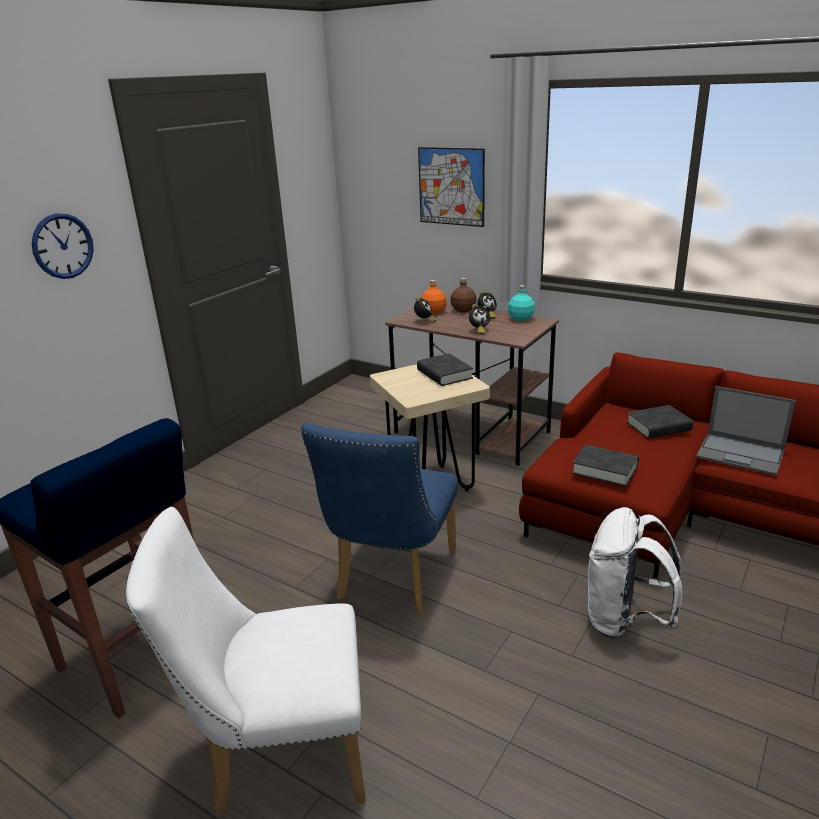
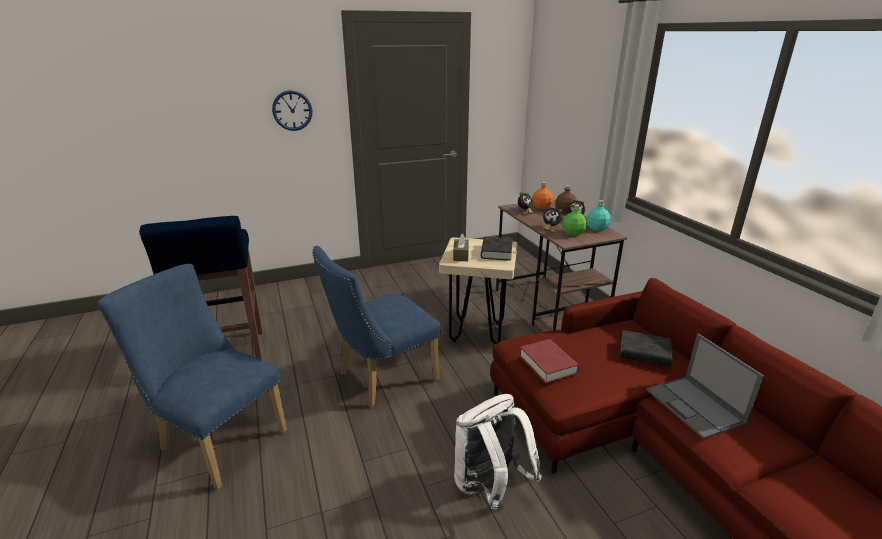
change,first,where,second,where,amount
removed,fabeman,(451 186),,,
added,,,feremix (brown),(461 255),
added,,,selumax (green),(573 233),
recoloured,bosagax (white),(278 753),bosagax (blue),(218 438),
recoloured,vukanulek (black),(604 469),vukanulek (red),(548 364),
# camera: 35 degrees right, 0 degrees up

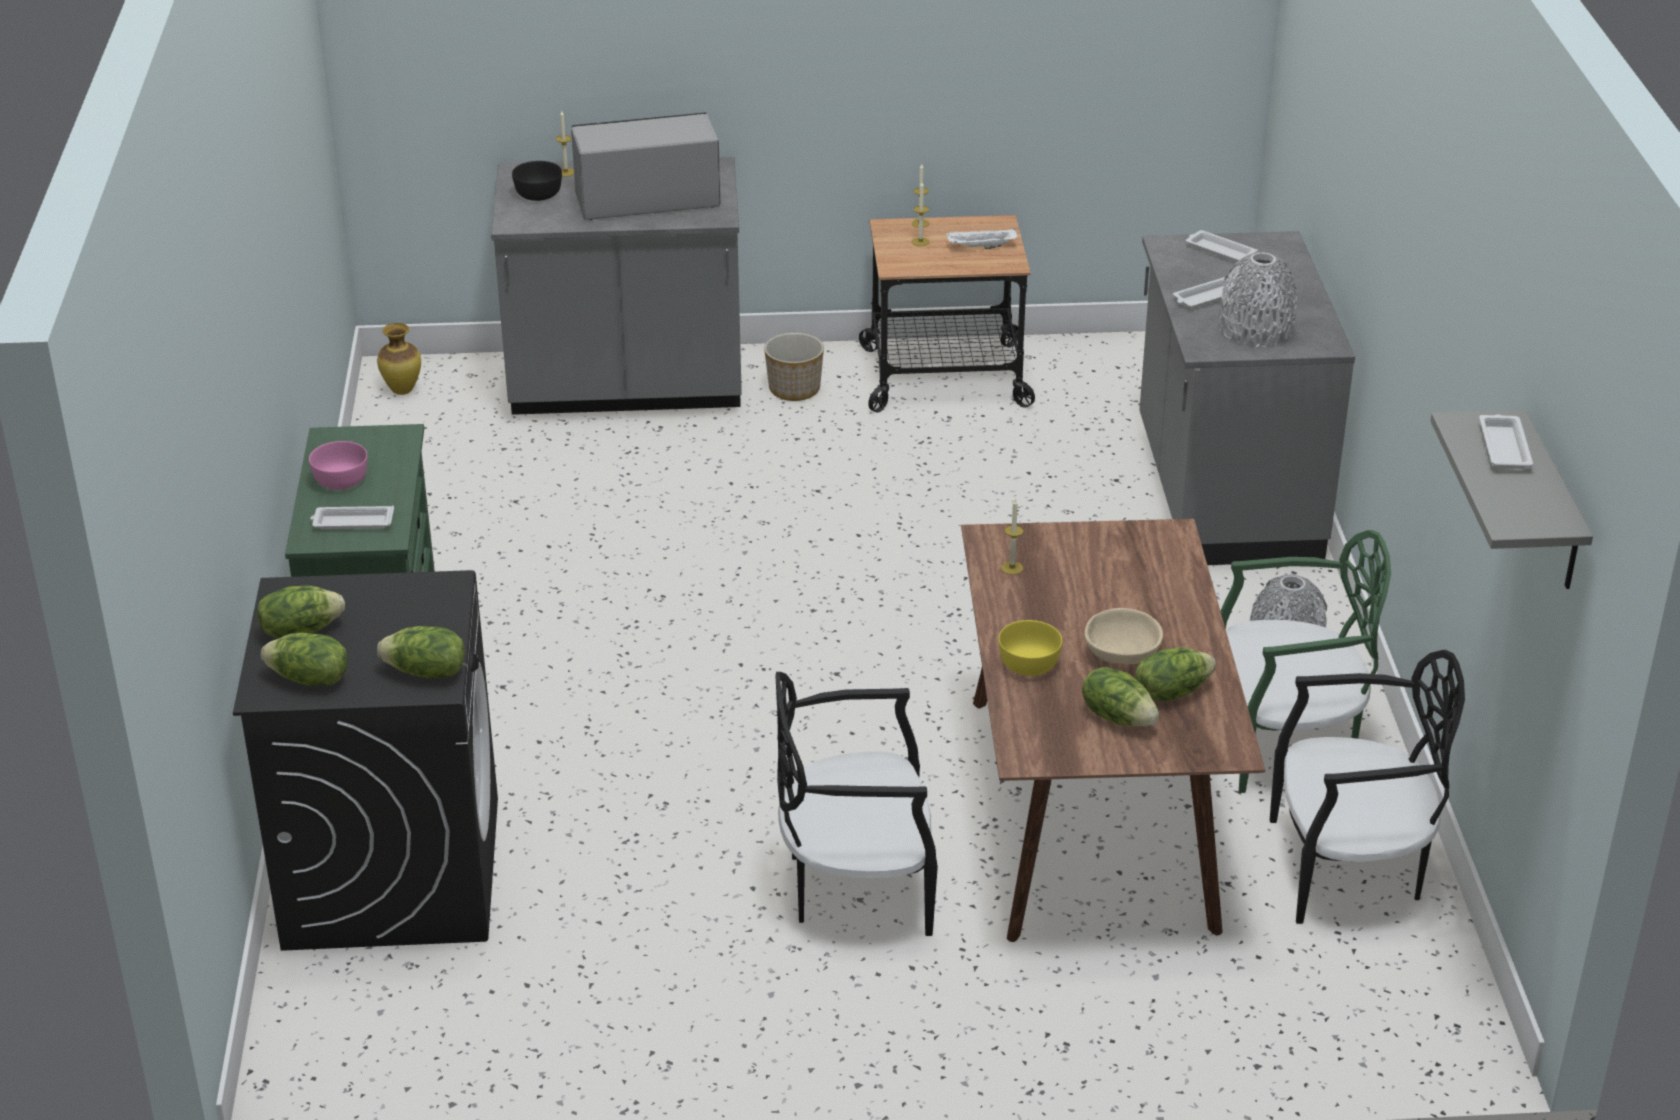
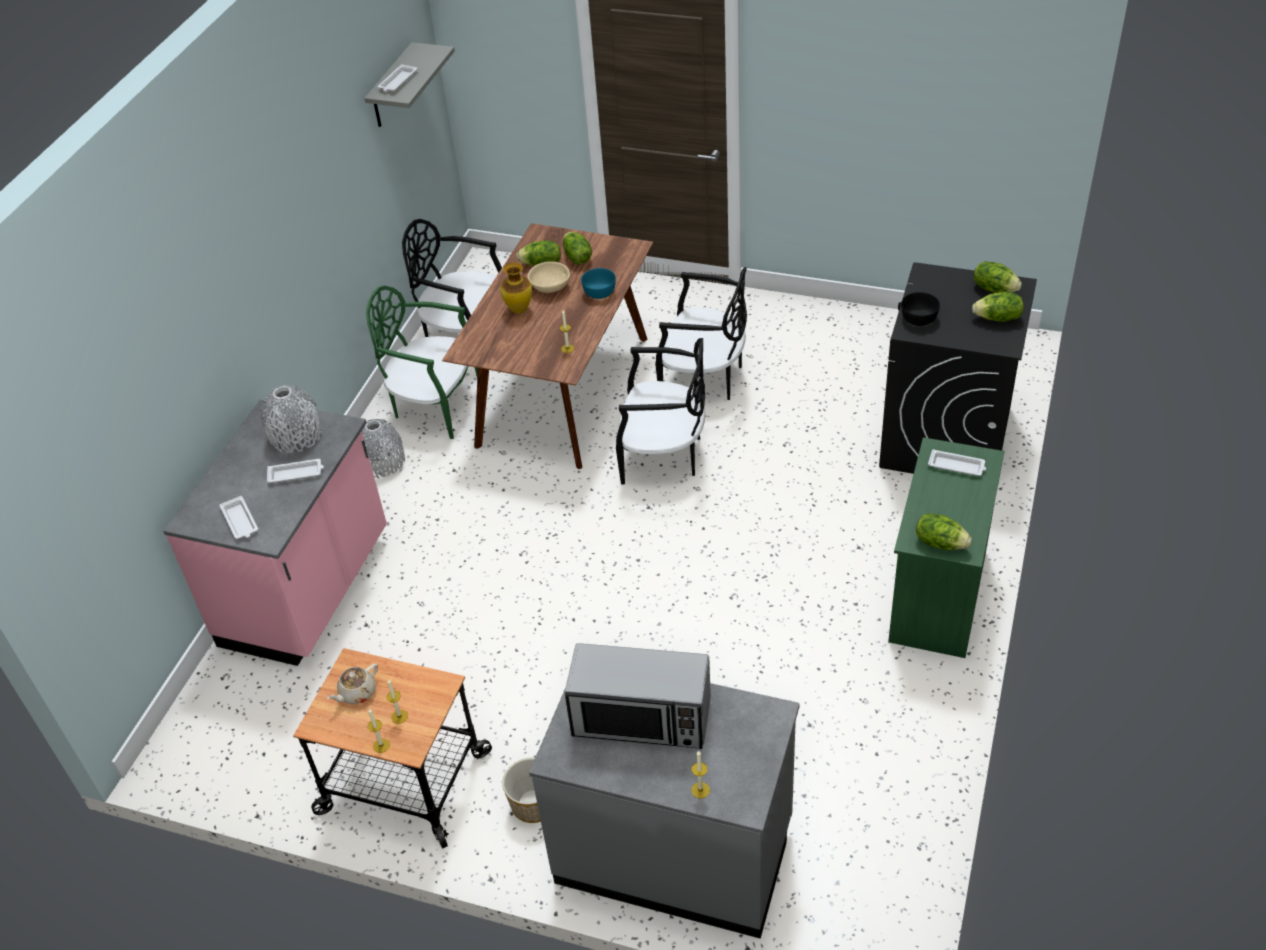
change,first,where,second,where,amount
removed,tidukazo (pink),(340 480),,,
added,,,bosagax (black),(663 455),
moved,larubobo,(403 391),,(518 309),
moved,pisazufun,(426 673),,(940 542),
moved,tidukazo (black),(537 194),,(919 318),
replaced,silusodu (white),(981 247),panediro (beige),(357 693),
recoloured,tidukazo (yellow),(1028 664),tidukazo (turquoise),(600 292),
recoloured,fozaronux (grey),(1224 495),fozaronux (pink),(308 591),
# camera: 155 degrees left, 10 degrees up

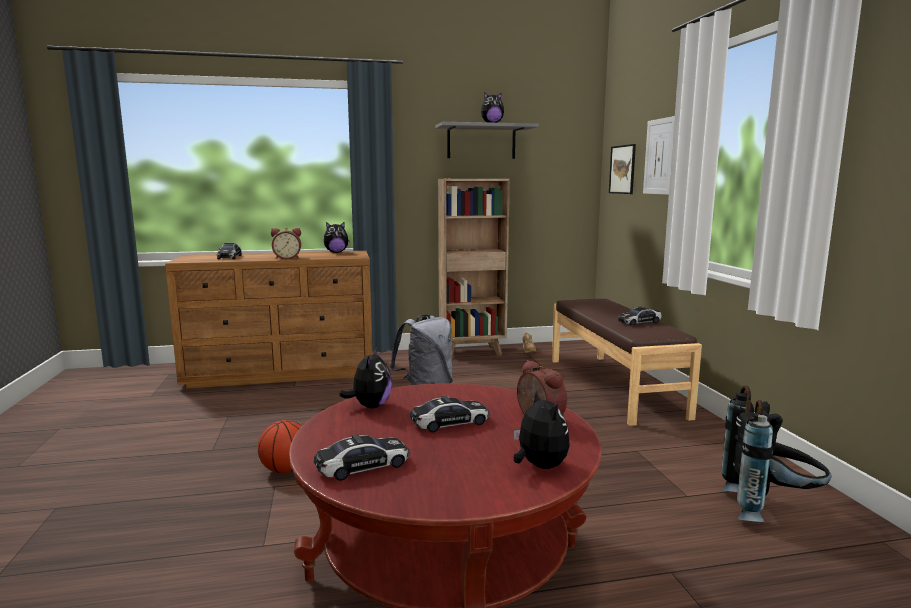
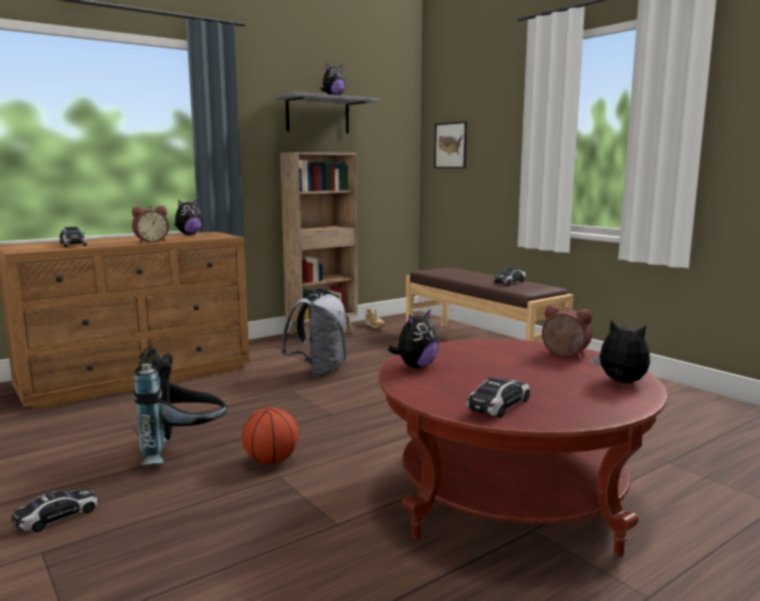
change,first,where,second,where,amount
removed,fabeman,(659 156),,,
moved,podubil,(449 423),,(57 517),
moved,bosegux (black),(769 509),,(183 451),
turned,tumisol,(370 406),,(416 366),60 degrees clockwise
# camera: 25 degrees left, 0 degrees up

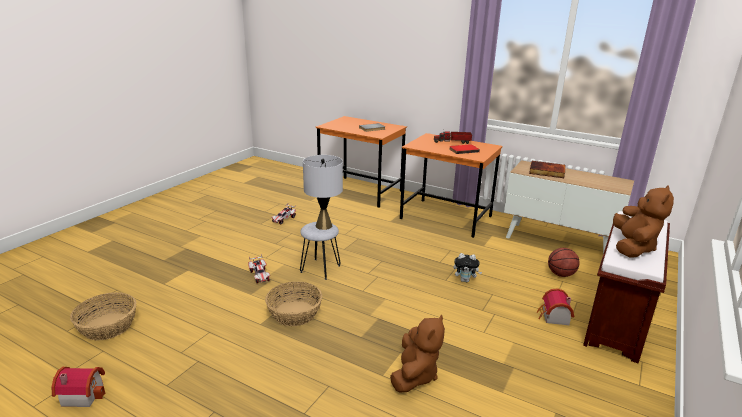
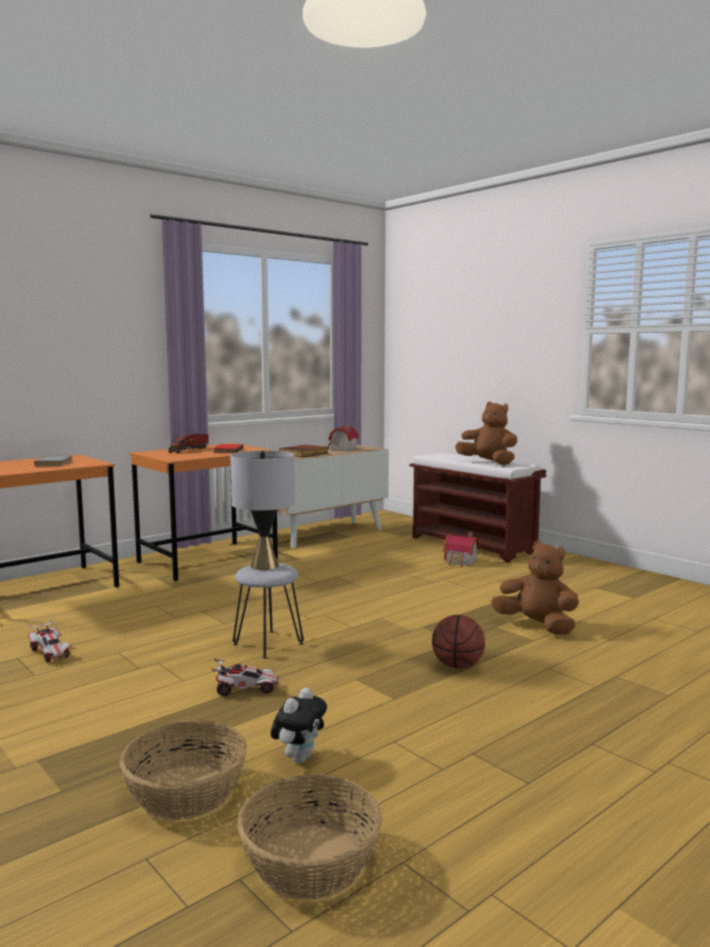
change,first,where,second,where,amount
moved,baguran,(83 394),,(341 449),
moved,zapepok,(294 313),,(185 792),
moved,tumisol,(465 280),,(299 758),
moved,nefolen,(560 274),,(457 666),
# camera: 70 degrees left, 15 degrees down

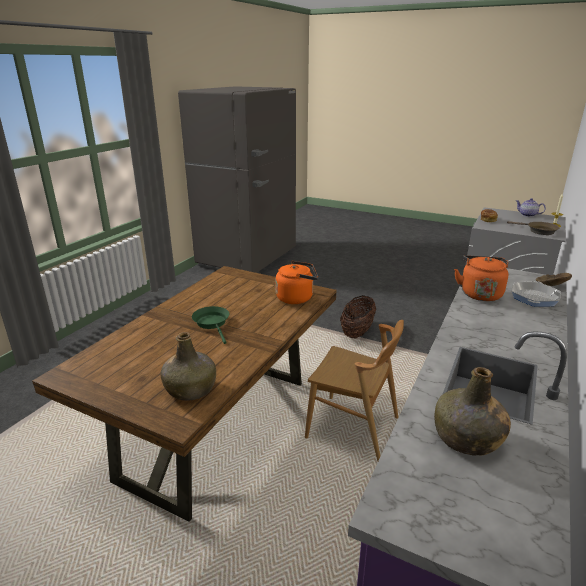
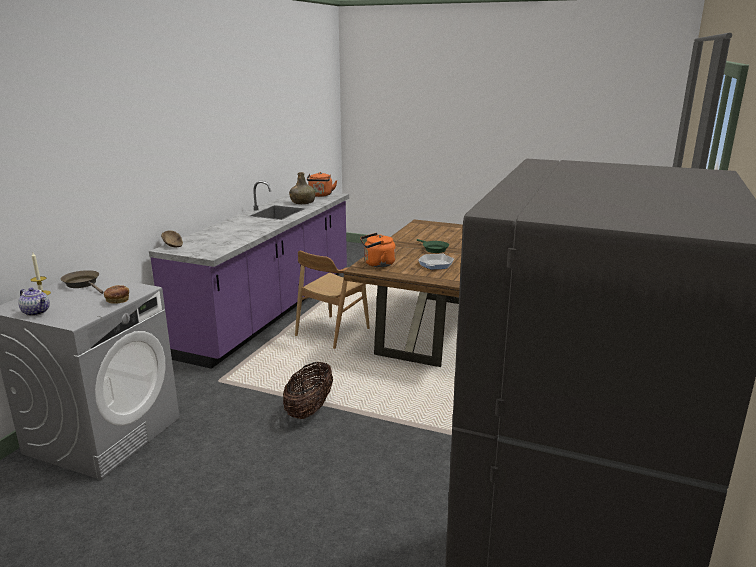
change,first,where,second,where,amount
removed,selumax (green),(191 389),,,
moved,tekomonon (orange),(480 293),,(320 195),
moved,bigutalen,(534 298),,(436 264),
turned,bosagax (brown),(353 427),,(332 332),75 degrees counterclockwise
# camera: 175 degrees right, 5 degrees down

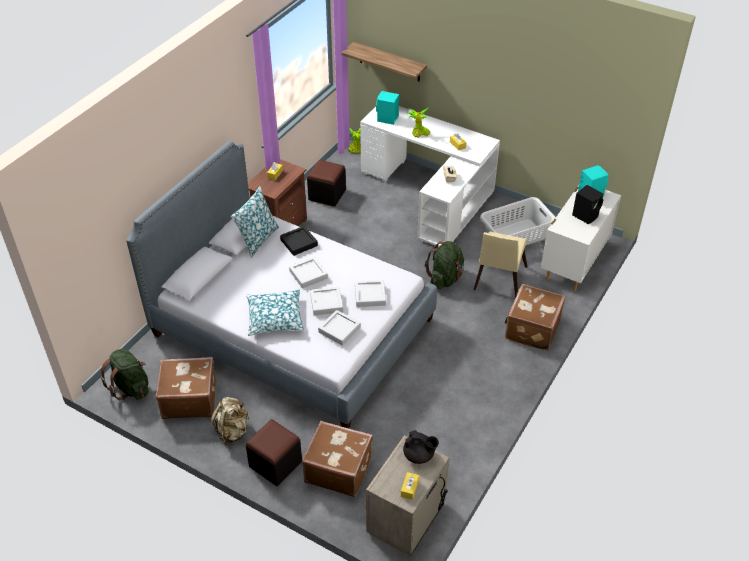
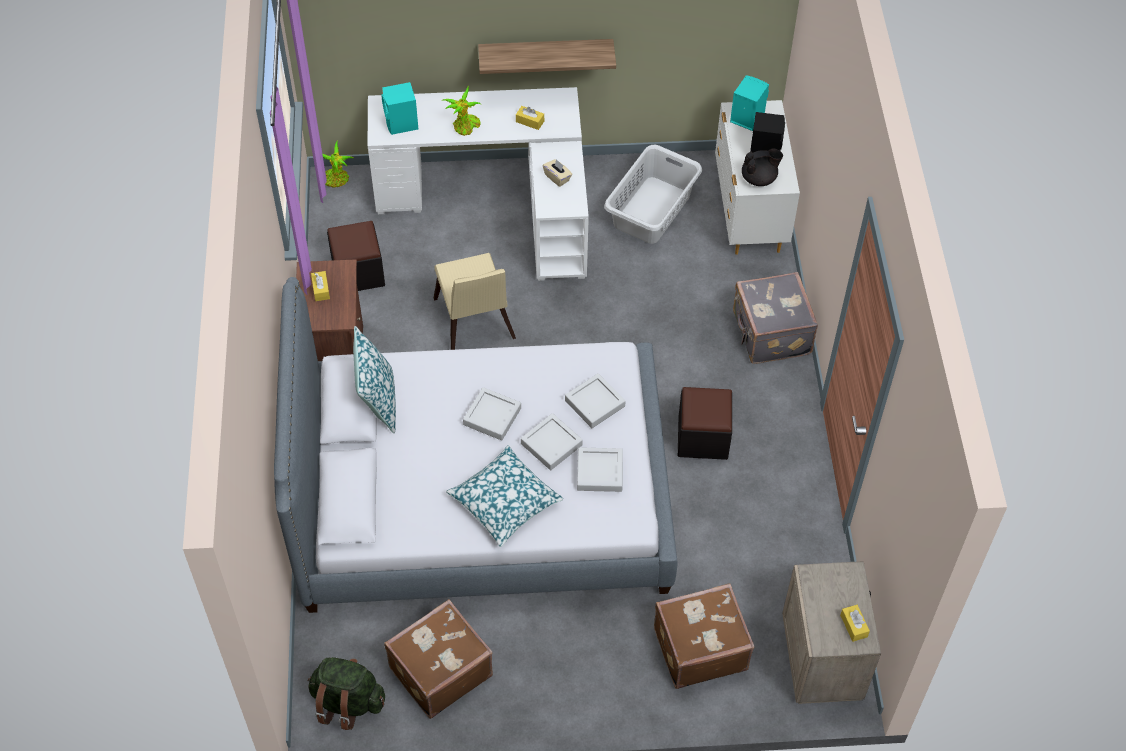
change,first,where,second,where,amount
removed,bosegux (beige),(232 431),,,
removed,silusodu (black),(299 243),,,
removed,bosegux (green),(445 279),,,
moved,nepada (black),(275 464),,(702 437),
moved,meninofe,(389 62),,(545 53),
moved,panediro (black),(419 455),,(759 178),
moved,bosagax (beige),(498 280),,(474 324),
recoloured,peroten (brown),(531 329),peroten (grey),(770 334),
# camera: 35 degrees left, 10 degrees up

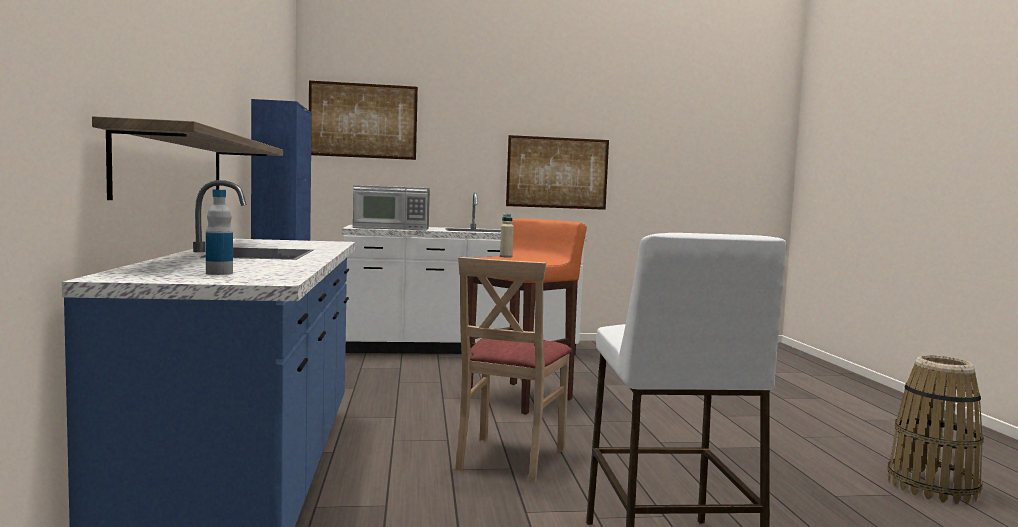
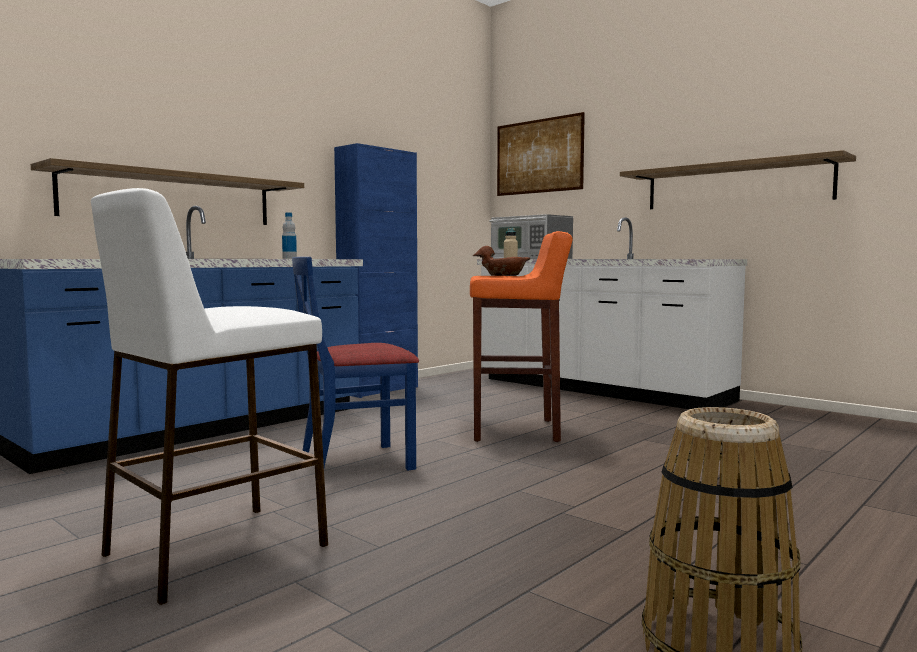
change,first,where,second,where,amount
added,,,tidukazo (brown),(504 275),
moved,selumax,(219 273),,(289 258),
replaced,fabeman,(557 172),meninofe,(735 185),
recoloured,bosagax (beige),(509 458),bosagax (blue),(356 461),
# camera: 50 degrees right, 0 degrees up

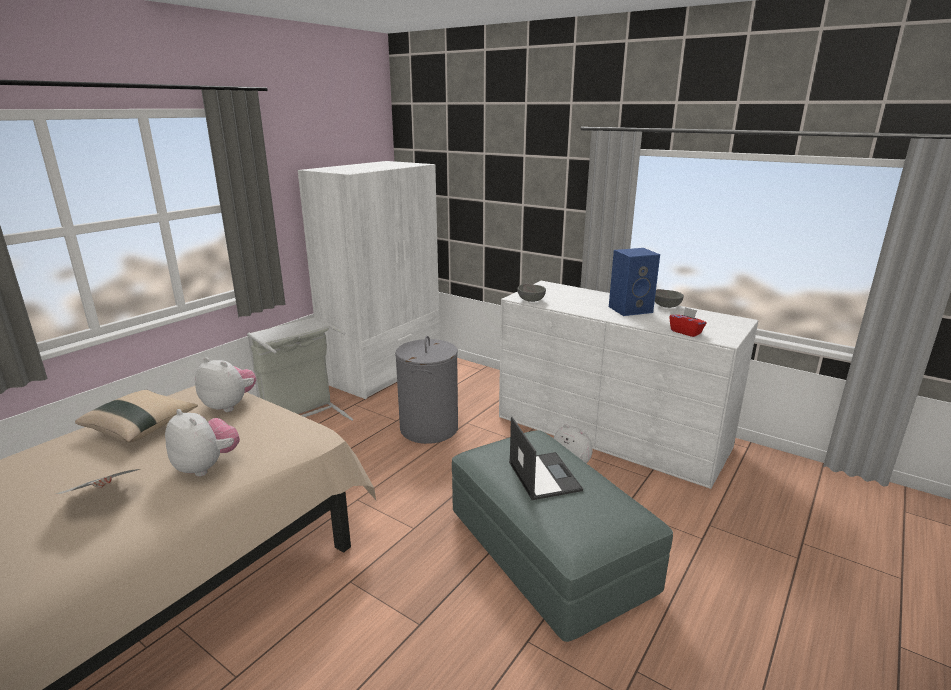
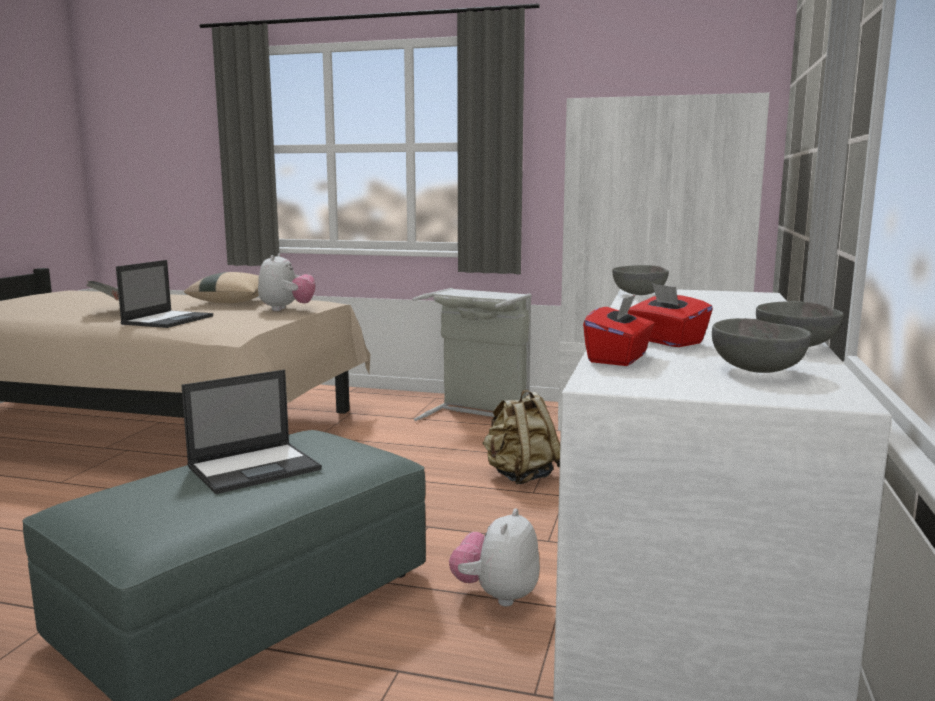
change,first,where,second,where,amount
removed,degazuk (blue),(630 309),,,
added,,,feremix (red),(666 341),
added,,,tidukazo (grey),(757 370),
replaced,tumisol,(206 466),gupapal,(168 320),
replaced,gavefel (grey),(429 429),bosegux (beige),(521 476),
# camera: 70 degrees right, 10 degrees down

